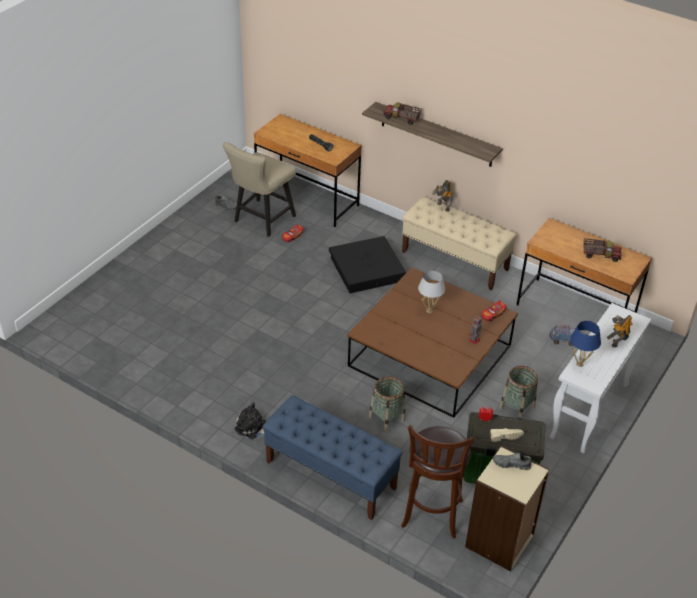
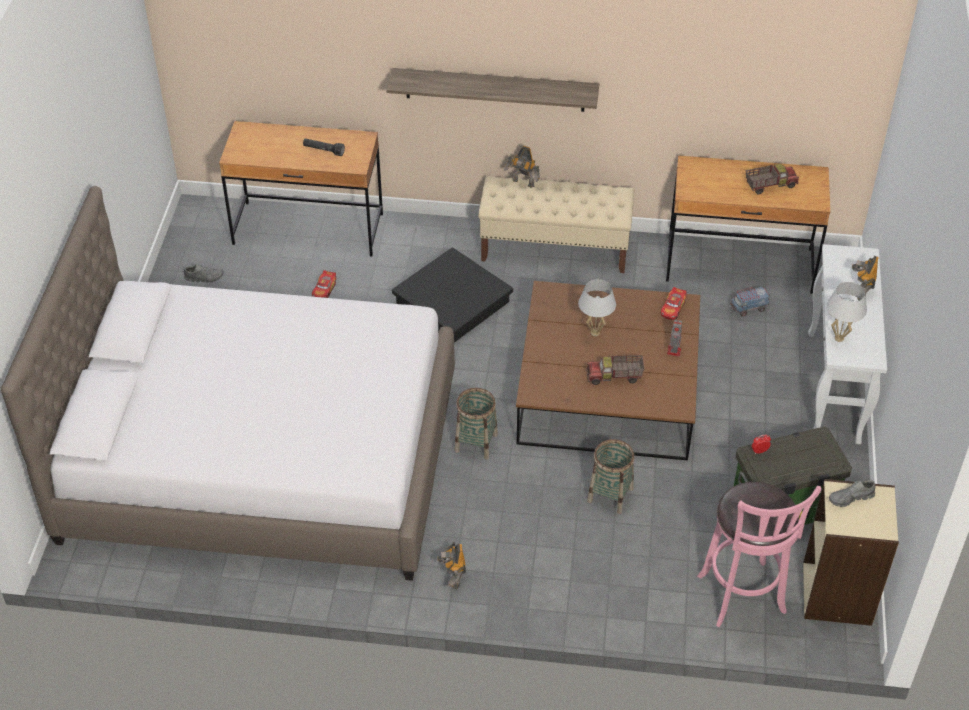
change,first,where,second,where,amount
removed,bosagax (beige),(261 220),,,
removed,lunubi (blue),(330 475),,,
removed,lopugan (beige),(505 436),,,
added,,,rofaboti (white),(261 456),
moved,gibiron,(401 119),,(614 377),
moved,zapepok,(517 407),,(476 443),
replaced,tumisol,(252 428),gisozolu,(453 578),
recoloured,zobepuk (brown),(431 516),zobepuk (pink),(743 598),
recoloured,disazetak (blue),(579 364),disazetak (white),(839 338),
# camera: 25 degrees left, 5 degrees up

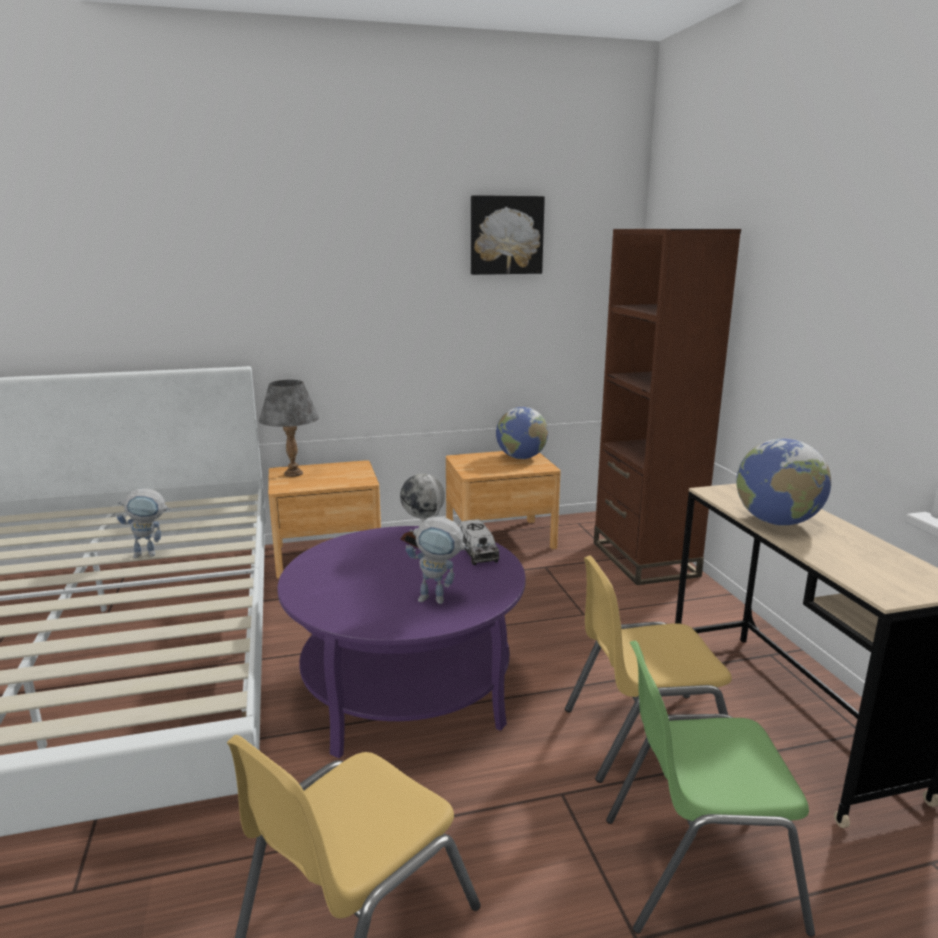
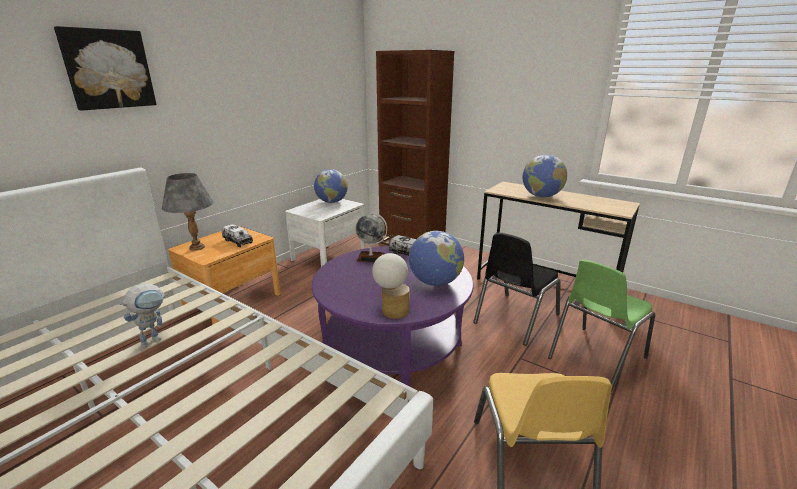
change,first,where,second,where,amount
added,,,gibiron,(237 241),
added,,,disazetak,(392 309),
moved,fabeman,(506 235),,(108 69),
replaced,gisozolu,(439 599),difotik,(435 282),
recoloured,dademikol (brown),(500 538),dademikol (white),(329 255),
recoloured,bosagax (yellow),(645 736),bosagax (black),(515 318),
# camera: 40 degrees left, 5 degrees up

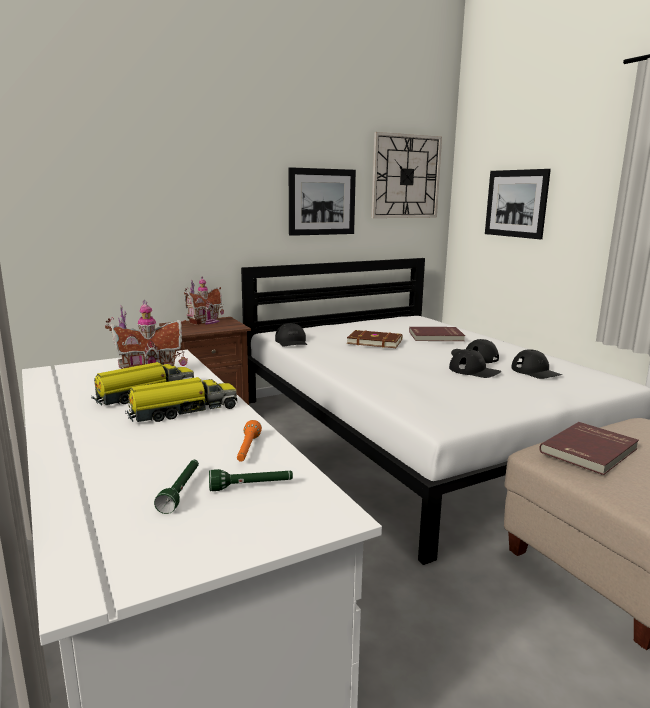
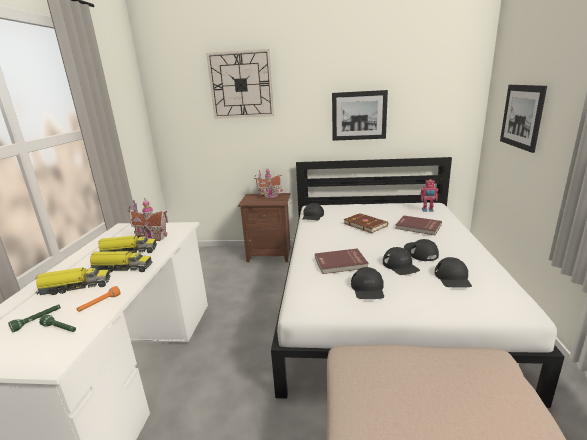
change,first,where,second,where,amount
added,,,gibiron,(75 287),
added,,,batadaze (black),(368 289),
added,,,gisozolu,(427 210),
moved,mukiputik,(406 177),,(241 85),
moved,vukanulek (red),(590 451),,(341 263),
# camera: 35 degrees right, 5 degrees up

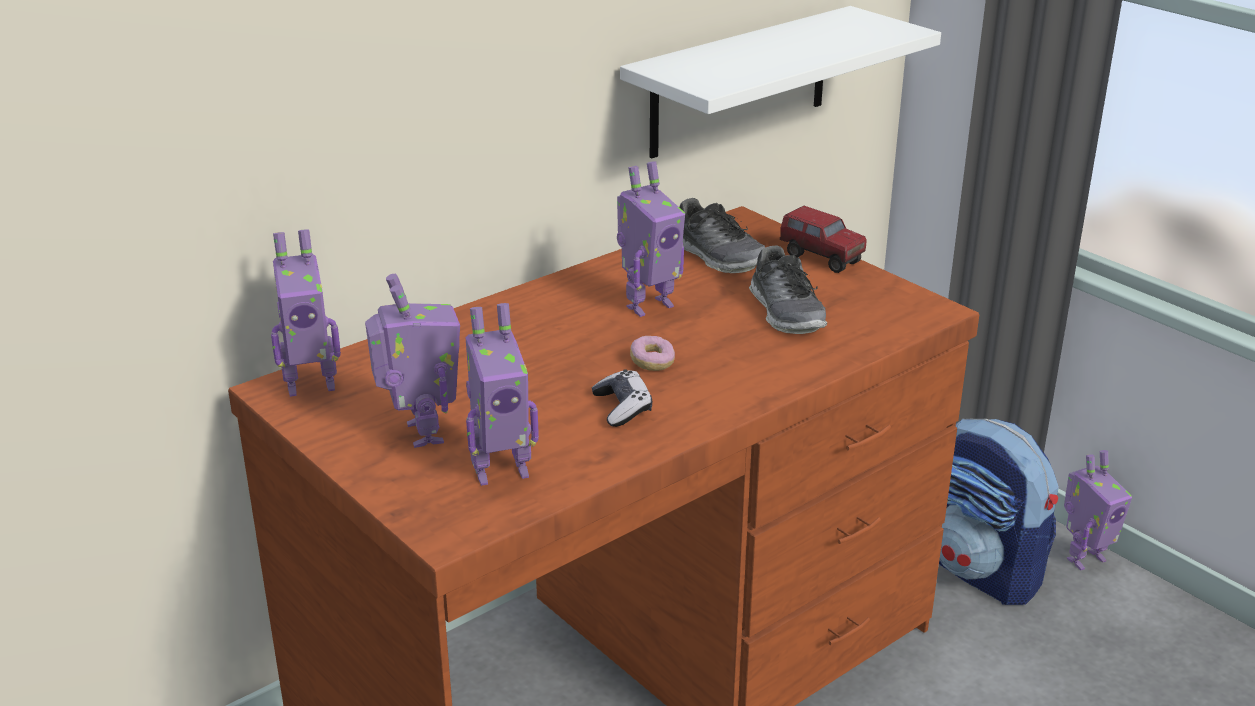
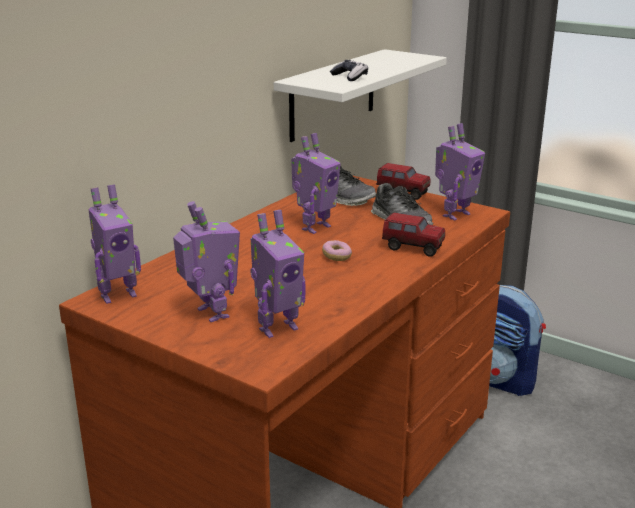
change,first,where,second,where,amount
added,,,gibiron,(413 248),
moved,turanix,(622 408),,(349 77),
moved,gisozolu,(1084 558),,(454 214),
# camera: 15 degrees left, 5 degrees down

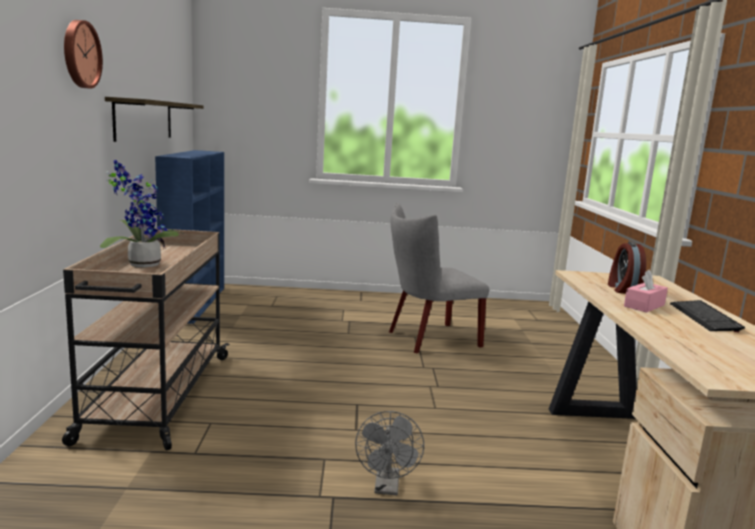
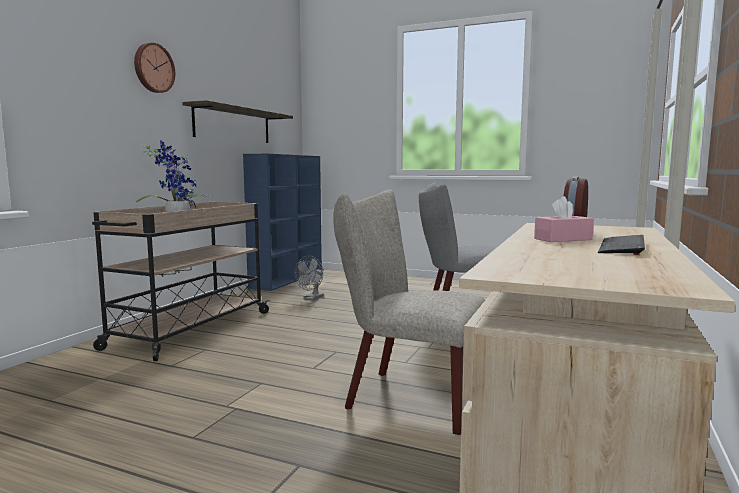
change,first,where,second,where,amount
added,,,bosagax (beige),(406 397),
moved,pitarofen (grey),(387 487),,(311 298),
# camera: 25 degrees right, 5 degrees down

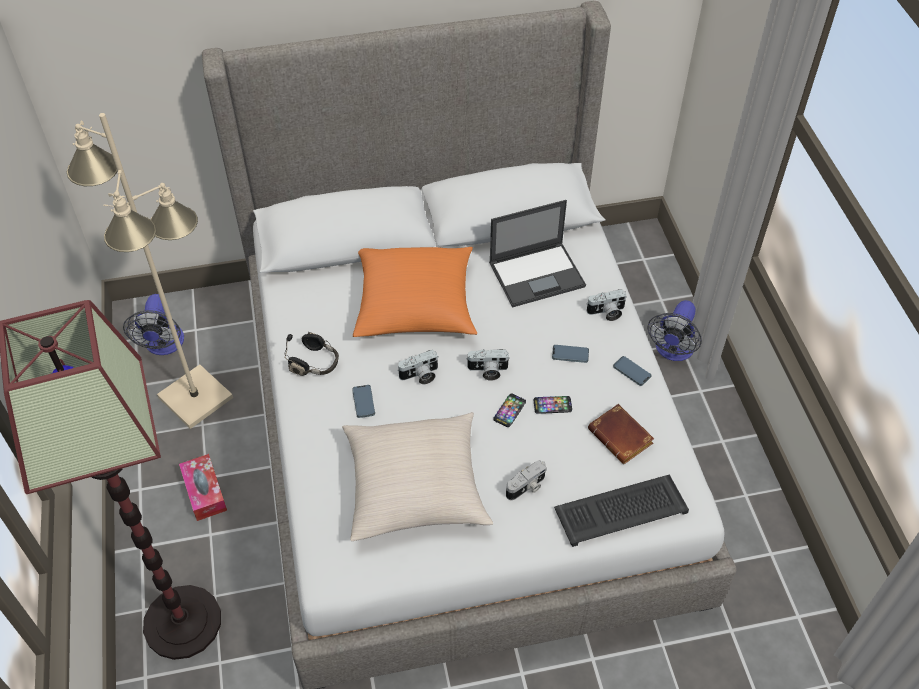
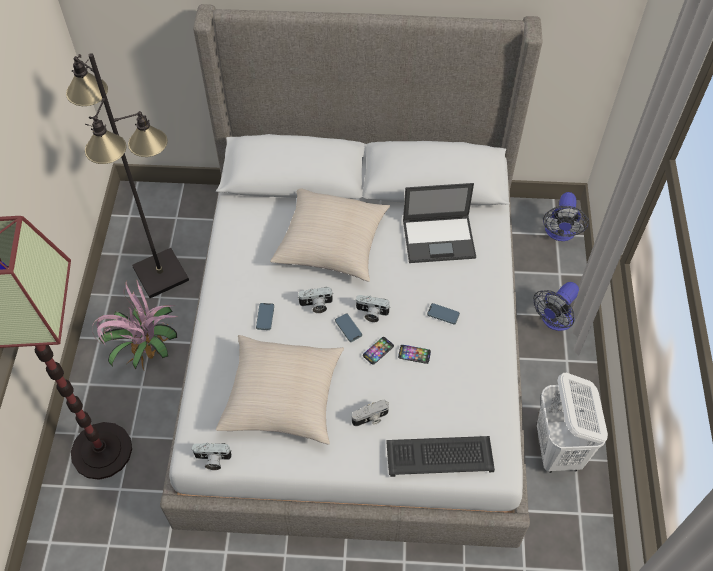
change,first,where,second,where,amount
removed,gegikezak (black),(315 363),,,
removed,vukanulek (brown),(622 437),,,
added,,,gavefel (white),(558 450),
moved,pitarofen,(164 345),,(560 233),
moved,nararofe,(606 313),,(212 460),
moved,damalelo,(631 372),,(348 328),
replaced,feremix,(204 492),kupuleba,(146 352),
recoloured,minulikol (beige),(195 396),minulikol (black),(161 273),
recoloured,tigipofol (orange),(415 305),tigipofol (beige),(331 244),
# camera: 15 degrees right, 5 degrees up

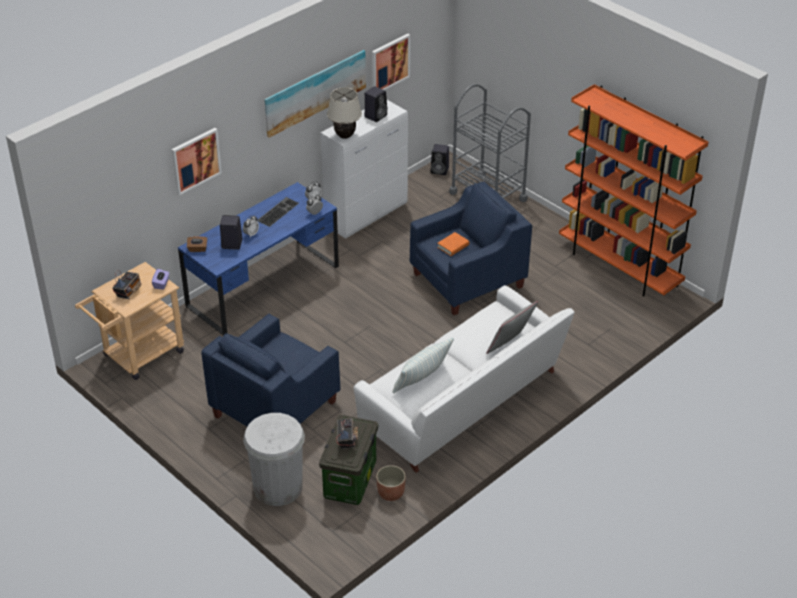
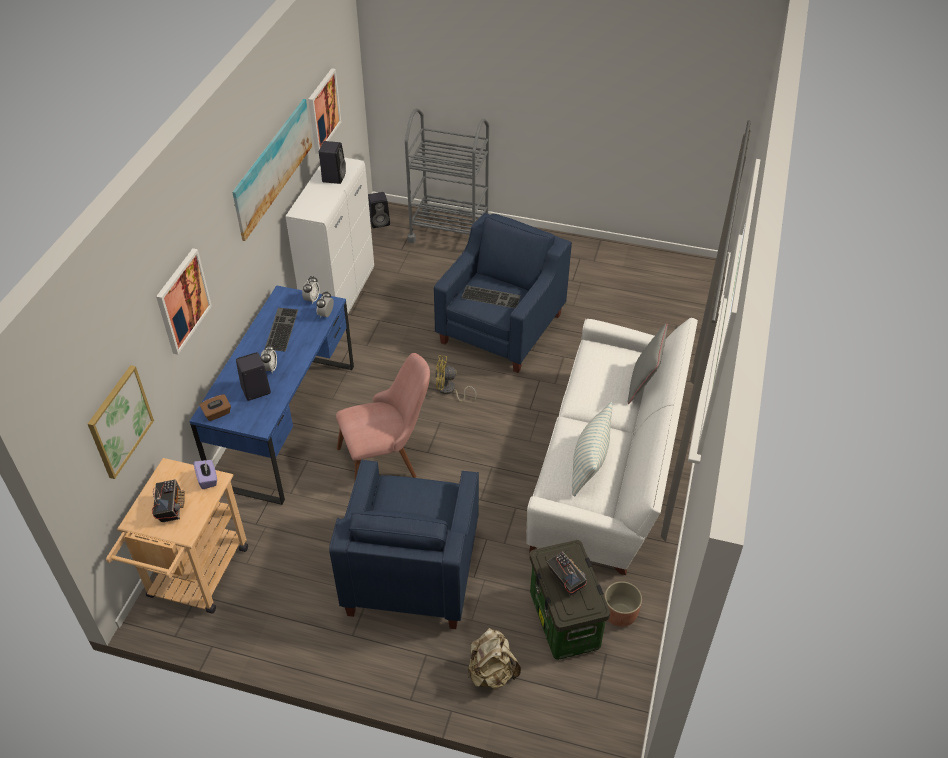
change,first,where,second,where,amount
removed,disazetak (beige),(344 136),,,
removed,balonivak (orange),(619 267),,,
added,,,fabeman,(119 421),
added,,,bosagax (pink),(387 459),
added,,,pitarofen (yellow),(449 390),
replaced,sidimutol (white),(278 487),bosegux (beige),(491 672),
replaced,vukanulek (orange),(453 246),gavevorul,(492 296),
# camera: 30 degrees left, 5 degrees up

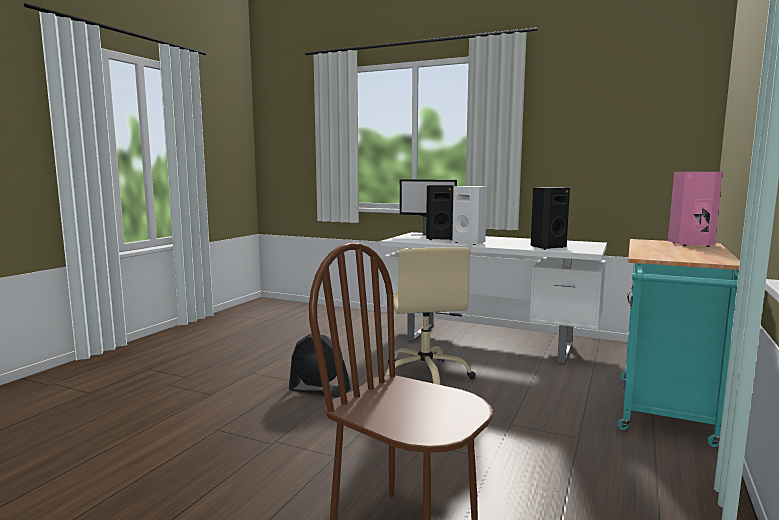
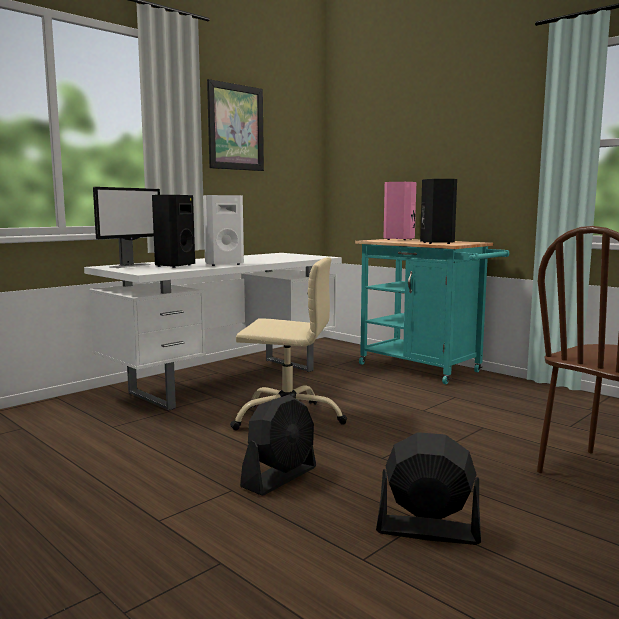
change,first,where,second,where,amount
added,,,fabeman,(236 127),
added,,,pitarofen (black),(427 530),
moved,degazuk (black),(547 247),,(436 243),
# camera: 70 degrees left, 0 degrees up

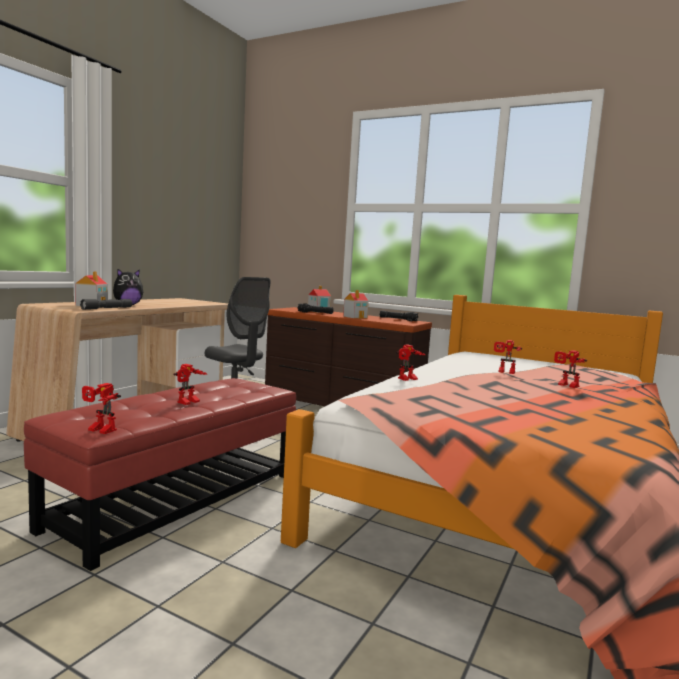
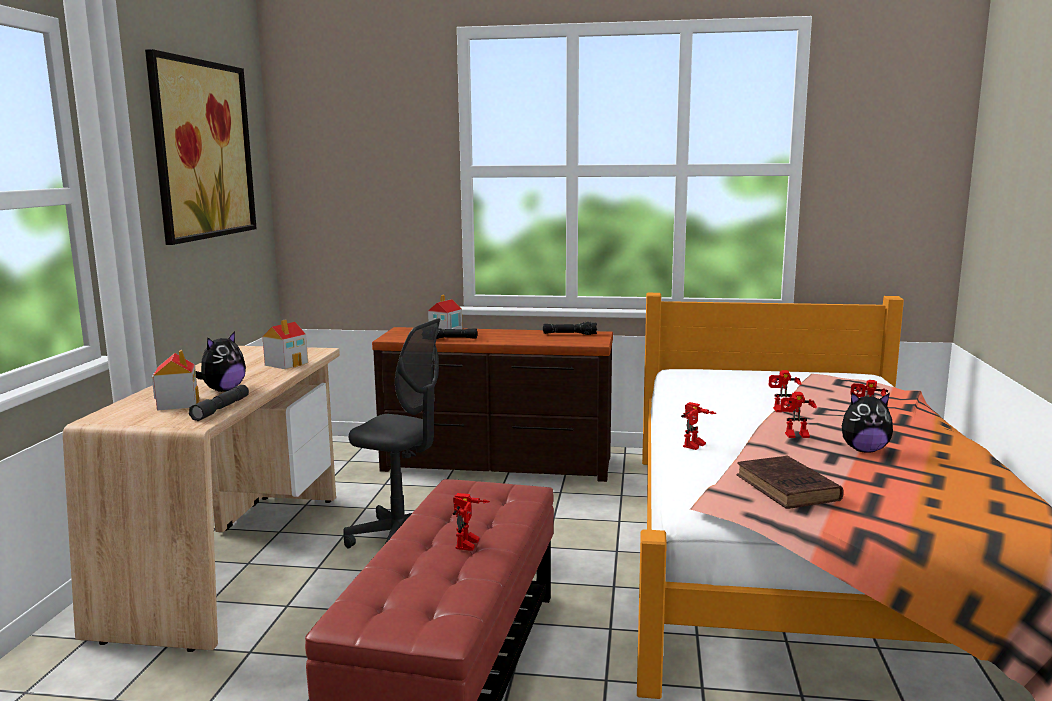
change,first,where,second,where,amount
added,,,fabeman,(202 150),
added,,,vukanulek (brown),(789 489),
added,,,tumisol,(864 450),
moved,gisozolu,(98 430),,(796 436),
moved,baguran,(355 317),,(287 364),
# camera: 20 degrees left, 5 degrees up

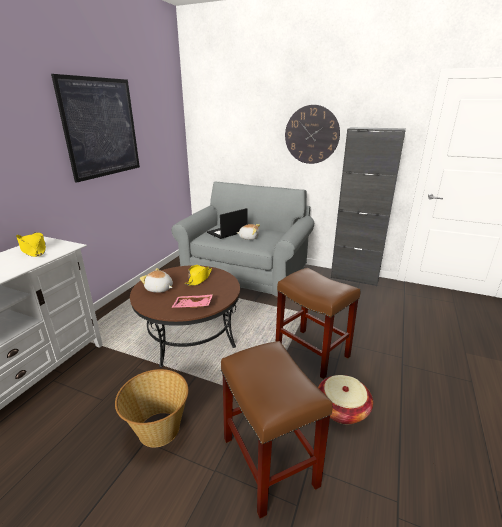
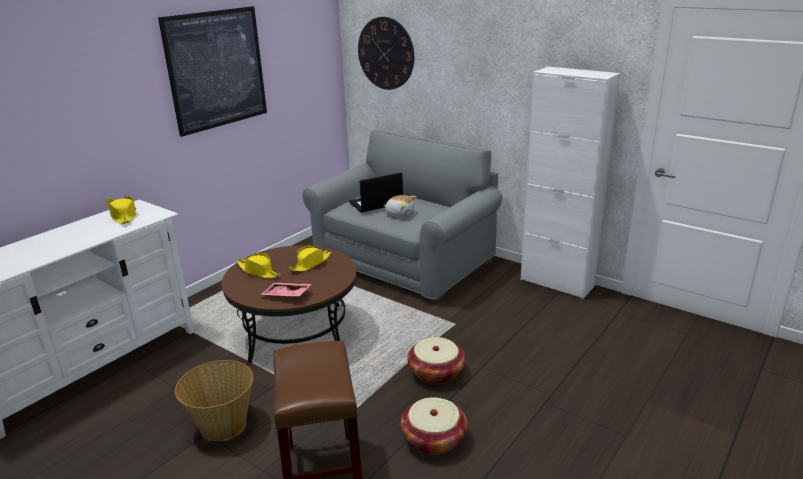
change,first,where,second,where,amount
moved,mukiputik,(311 135),,(386 53),
replaced,tumisol,(159 289),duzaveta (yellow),(258 271),
replaced,zobepuk (brown),(312 352),zapepok,(436 372),
recoloured,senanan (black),(354 277),senanan (white),(557 283),
# camera: 15 degrees right, 0 degrees up

